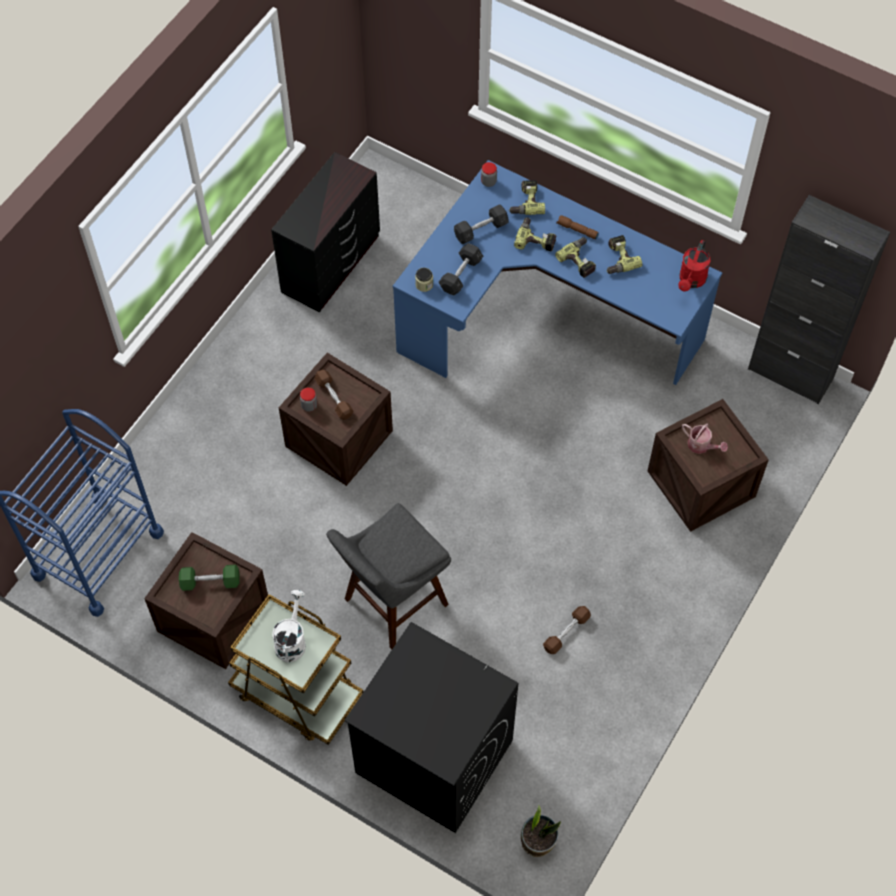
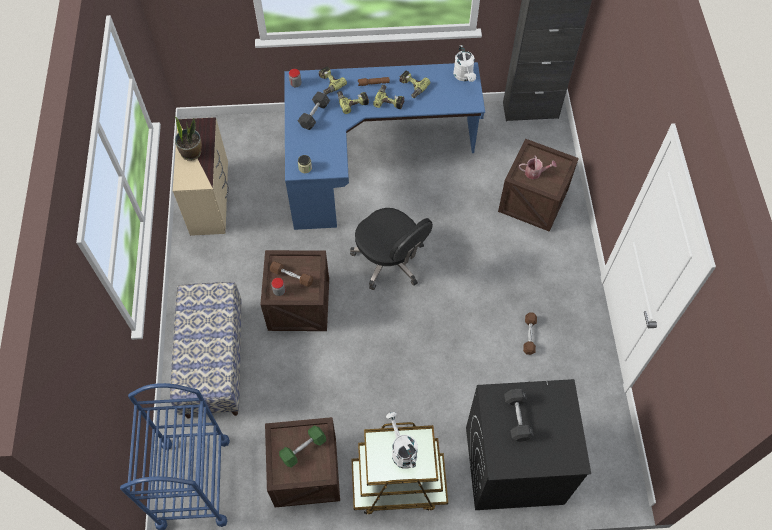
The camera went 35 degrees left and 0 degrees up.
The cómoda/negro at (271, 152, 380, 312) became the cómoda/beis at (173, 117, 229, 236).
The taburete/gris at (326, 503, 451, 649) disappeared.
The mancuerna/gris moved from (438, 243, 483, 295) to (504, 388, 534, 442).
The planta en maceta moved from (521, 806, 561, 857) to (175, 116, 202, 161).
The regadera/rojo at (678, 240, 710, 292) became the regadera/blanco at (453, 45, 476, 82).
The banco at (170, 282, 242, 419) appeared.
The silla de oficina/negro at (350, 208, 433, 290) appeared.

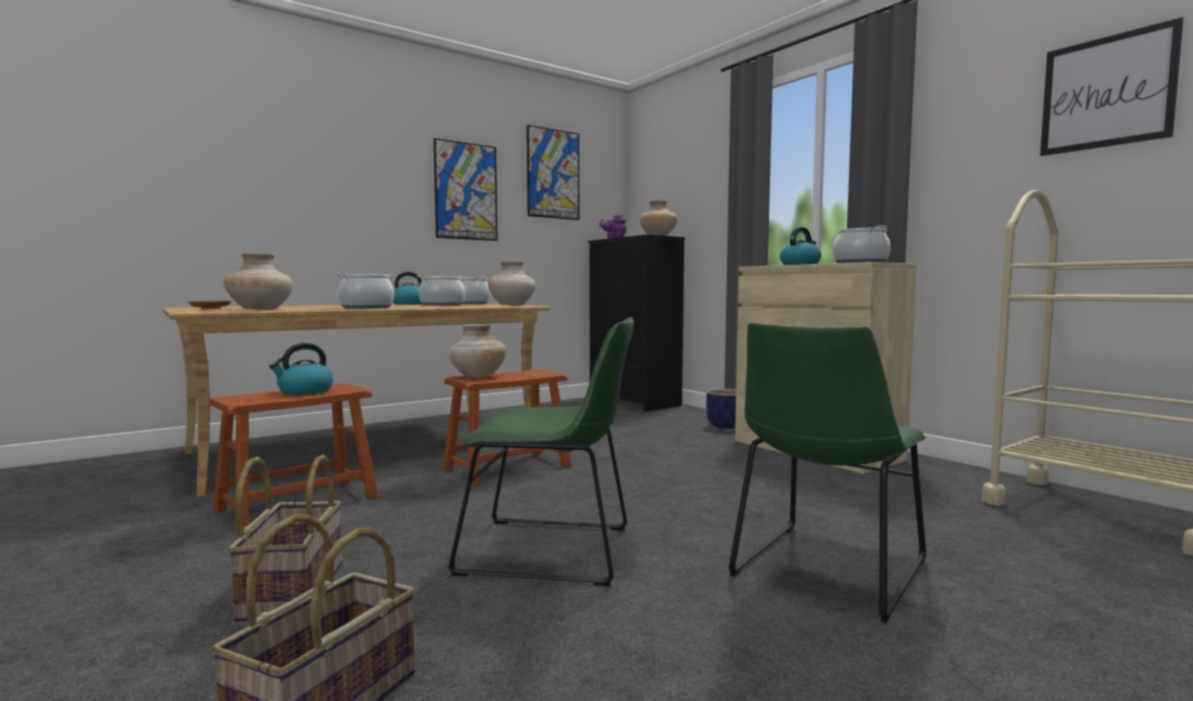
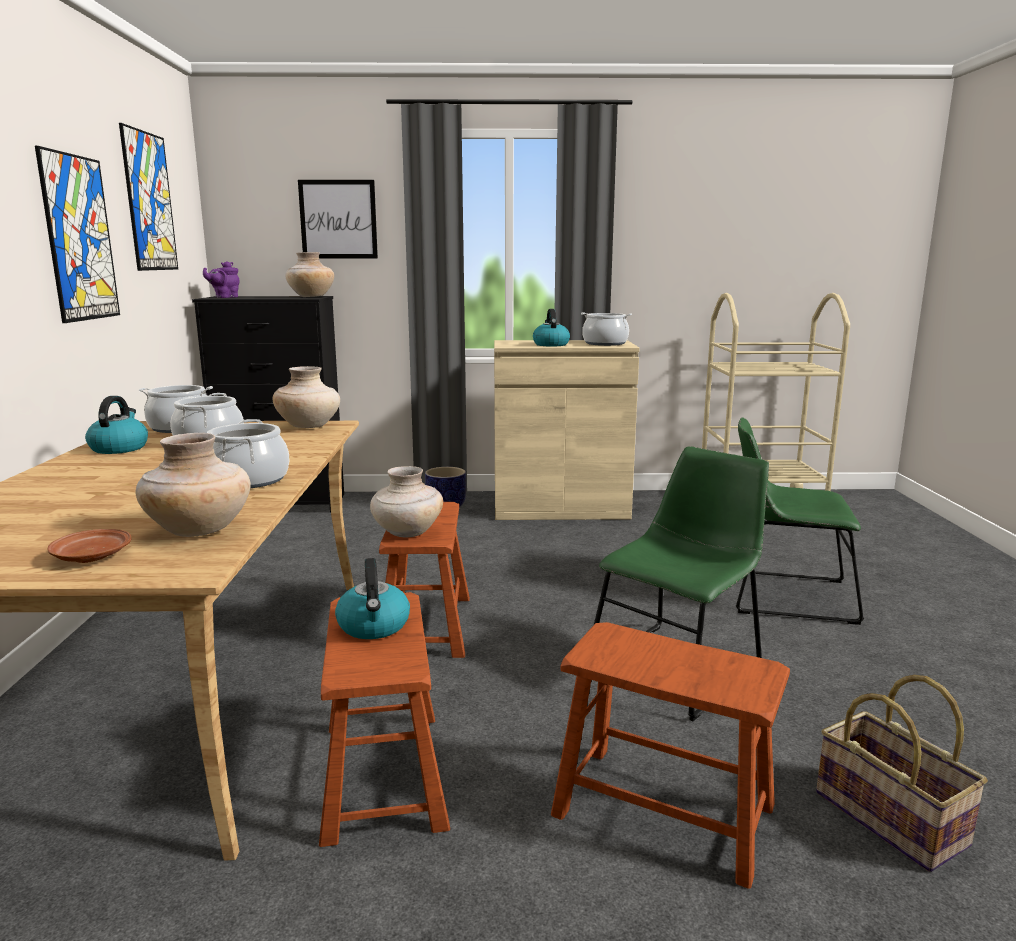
The camera went 55 degrees left and 10 degrees up.
The cesta at (227, 455, 342, 622) was replaced by the taburete/marrón at (551, 622, 790, 889).
The silla/verde at (728, 323, 927, 623) turned 120 degrees clockwise.
The cuadro moved from (1040, 17, 1184, 156) to (298, 180, 378, 259).

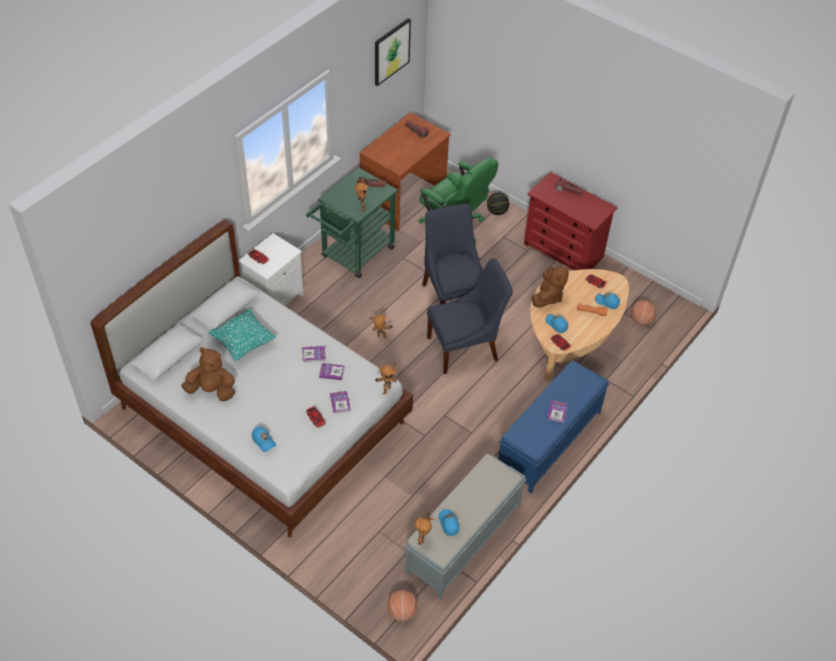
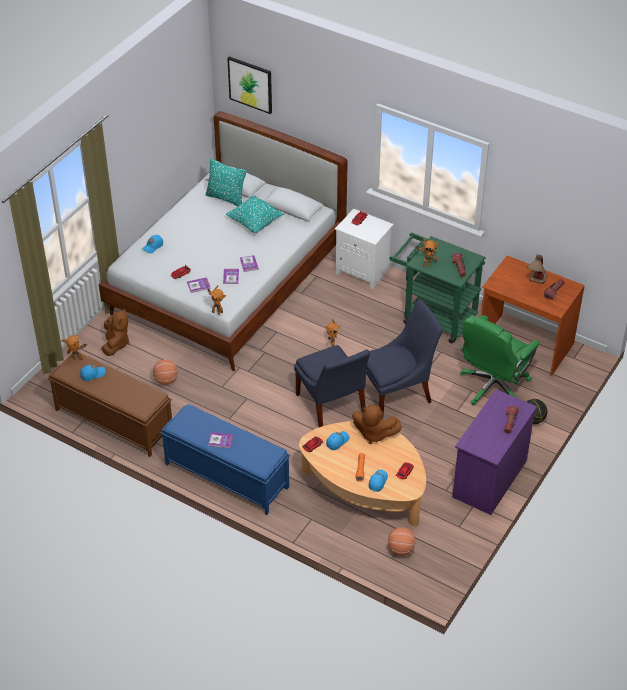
The camera went 85 degrees right and 5 degrees down.
The peluche/marrón moved from (181, 348, 235, 401) to (101, 308, 130, 356).
The cuadro moved from (375, 18, 411, 86) to (227, 56, 272, 114).
The balón de baloncesto moved from (387, 590, 417, 621) to (153, 360, 178, 385).
The banco/gris at (404, 454, 526, 599) became the banco/marrón at (48, 352, 172, 457).
The cómoda/rojo at (524, 172, 617, 270) became the cómoda/morado at (452, 389, 537, 515).
The cojín/turquesa at (205, 159, 247, 207) appeared.
The lámpara de mesa at (526, 255, 548, 284) appeared.

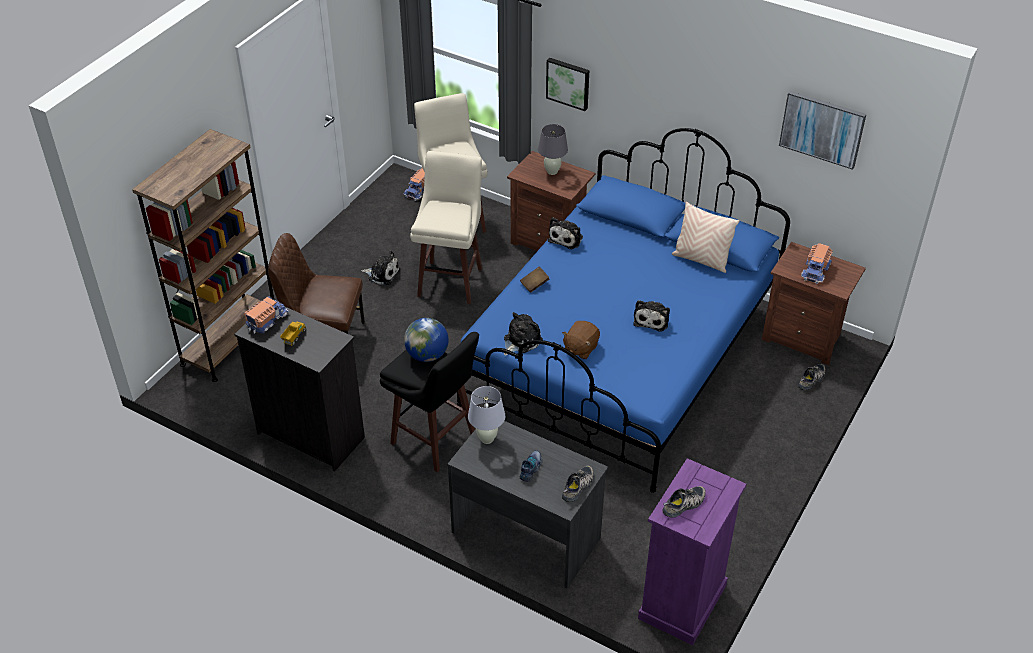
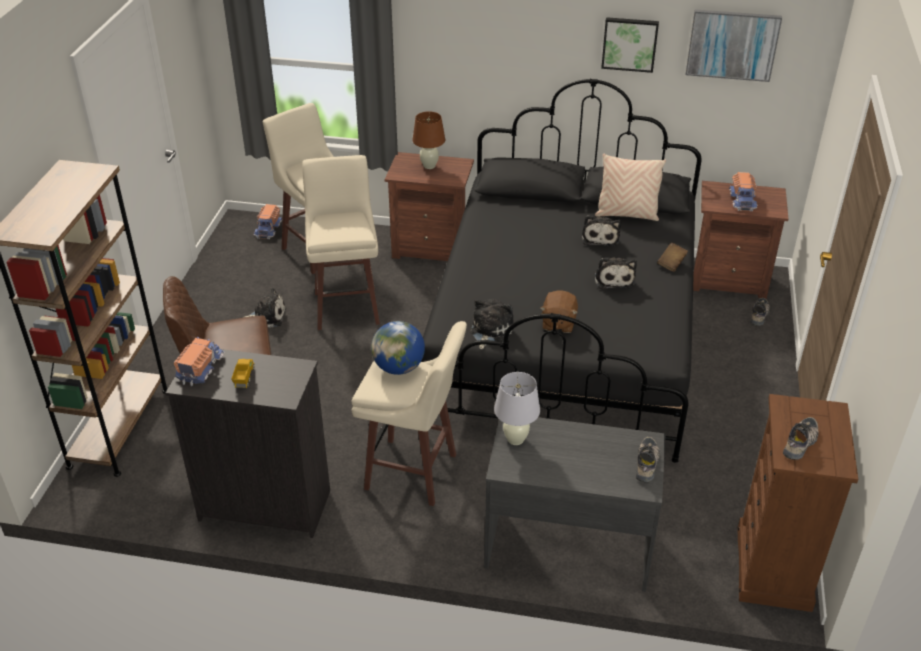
The camera went 20 degrees left and 5 degrees down.
The taburete/negro at (380, 332, 479, 473) became the taburete/beis at (352, 321, 467, 506).
The cama/azul at (457, 128, 790, 493) became the cama/negro at (421, 79, 702, 463).
The libro/marrón moved from (520, 267, 549, 293) to (657, 243, 688, 272).
The zapato at (520, 450, 542, 482) disappeared.
The lámpara de mesa/gris at (538, 124, 568, 175) became the lámpara de mesa/marrón at (412, 111, 445, 169).
The cuadro moved from (546, 58, 589, 111) to (601, 17, 659, 73).
The peluche moved from (548, 218, 583, 249) to (582, 215, 621, 247).
The cómoda/morado at (638, 458, 746, 645) became the cómoda/marrón at (738, 394, 858, 612).

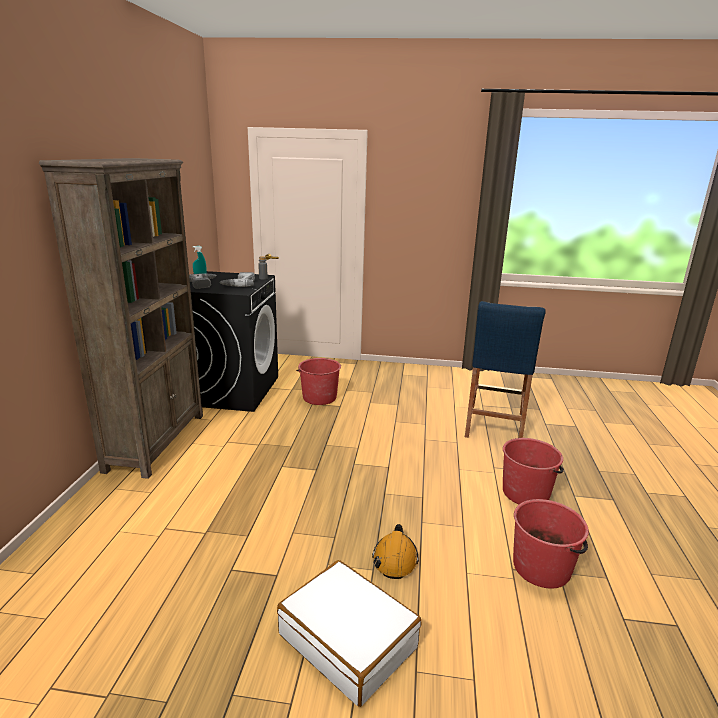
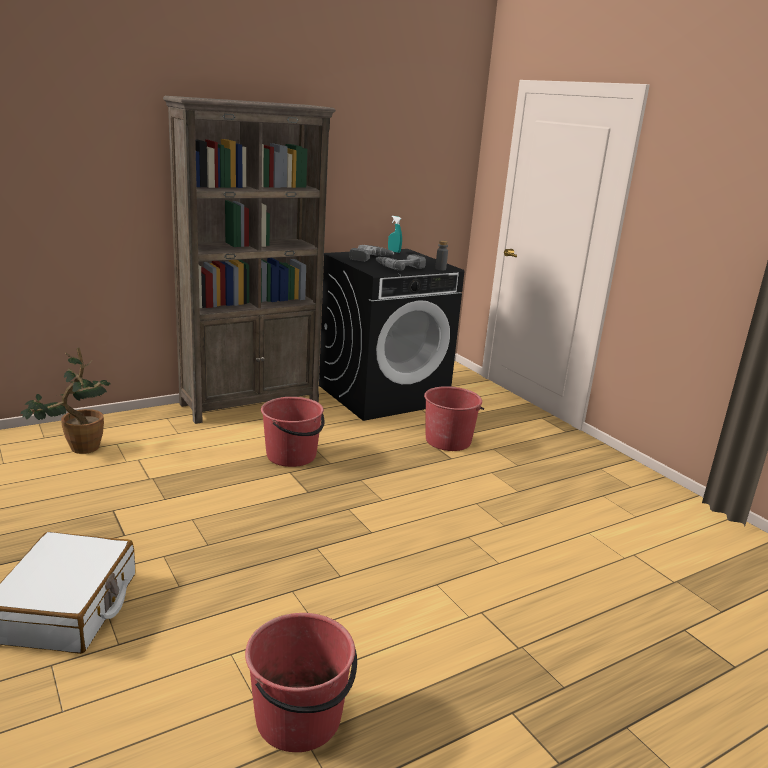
The camera went 50 degrees right and 0 degrees up.
The casco/naranja at (372, 524, 419, 579) disappeared.
The taburete/azul at (465, 301, 546, 438) disappeared.
The cubo/rojo moved from (503, 438, 564, 504) to (261, 397, 325, 467).
The planta en maceta at (20, 348, 111, 454) appeared.

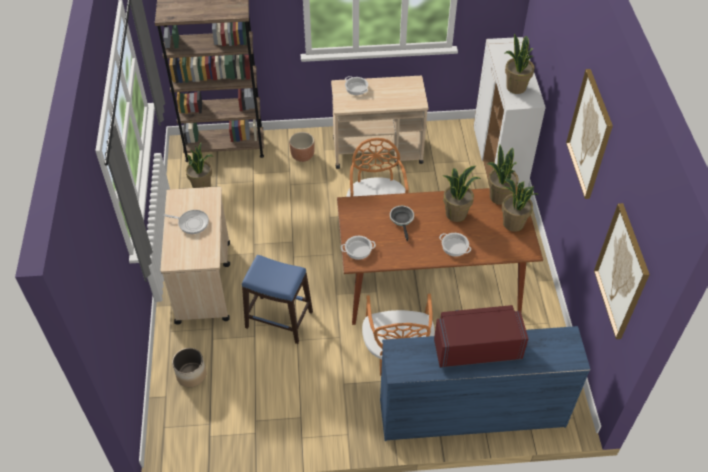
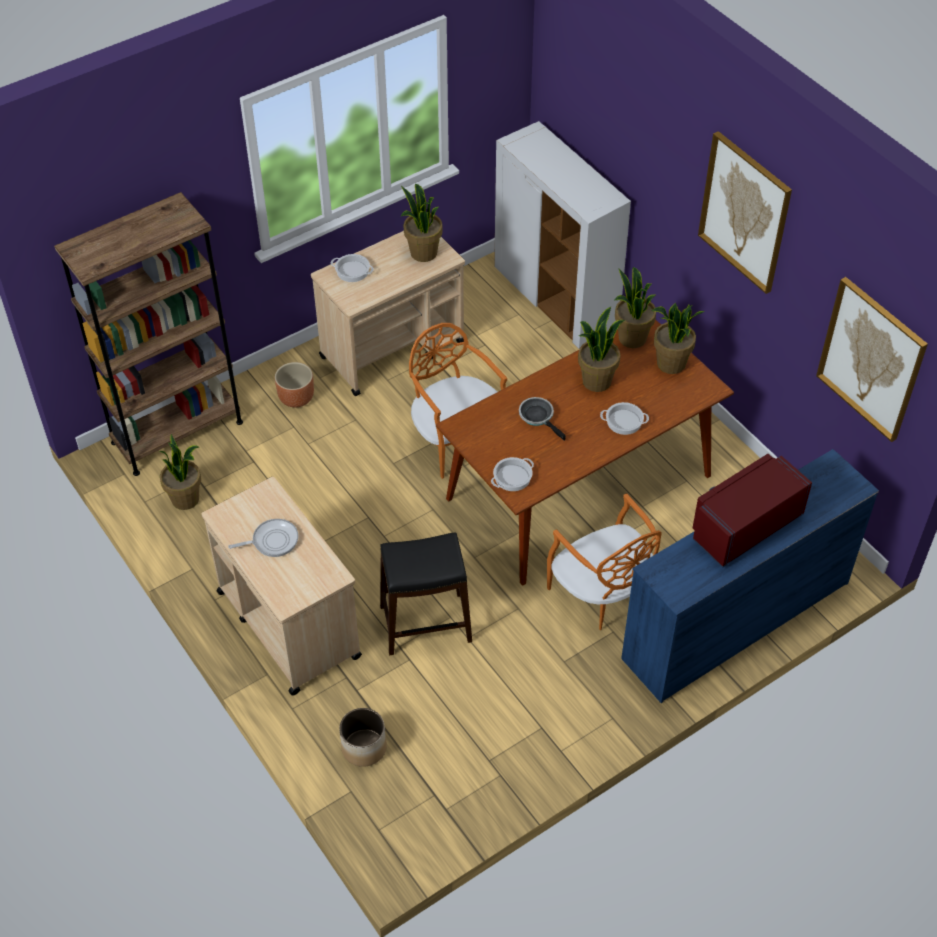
The camera went 30 degrees left and 0 degrees up.
The taburete/azul at (242, 255, 313, 344) became the taburete/negro at (380, 533, 472, 656).
The planta en maceta moved from (505, 33, 535, 94) to (401, 184, 443, 262).

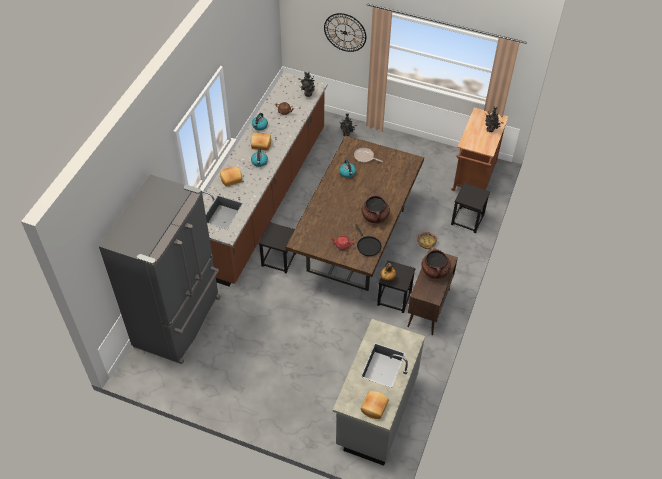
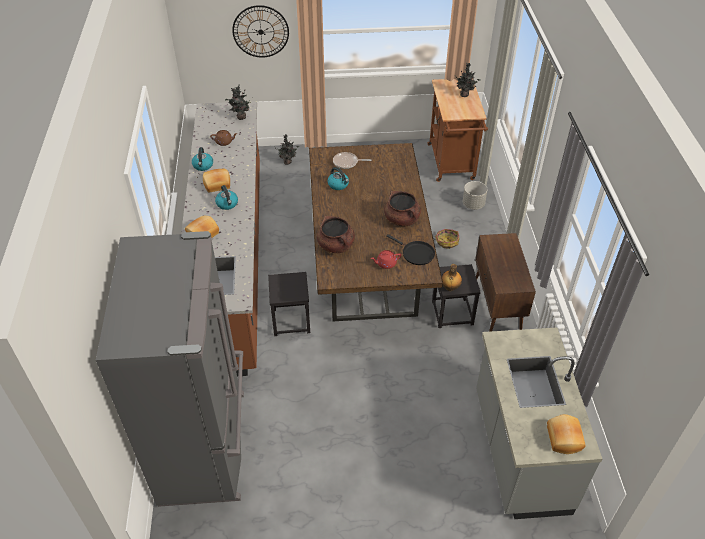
The camera went 25 degrees left and 5 degrees down.
The olla/marrón moved from (422, 248, 451, 279) to (317, 216, 355, 253).
The taburete/negro at (451, 183, 490, 233) was replaced by the maceta/gris at (463, 181, 488, 210).

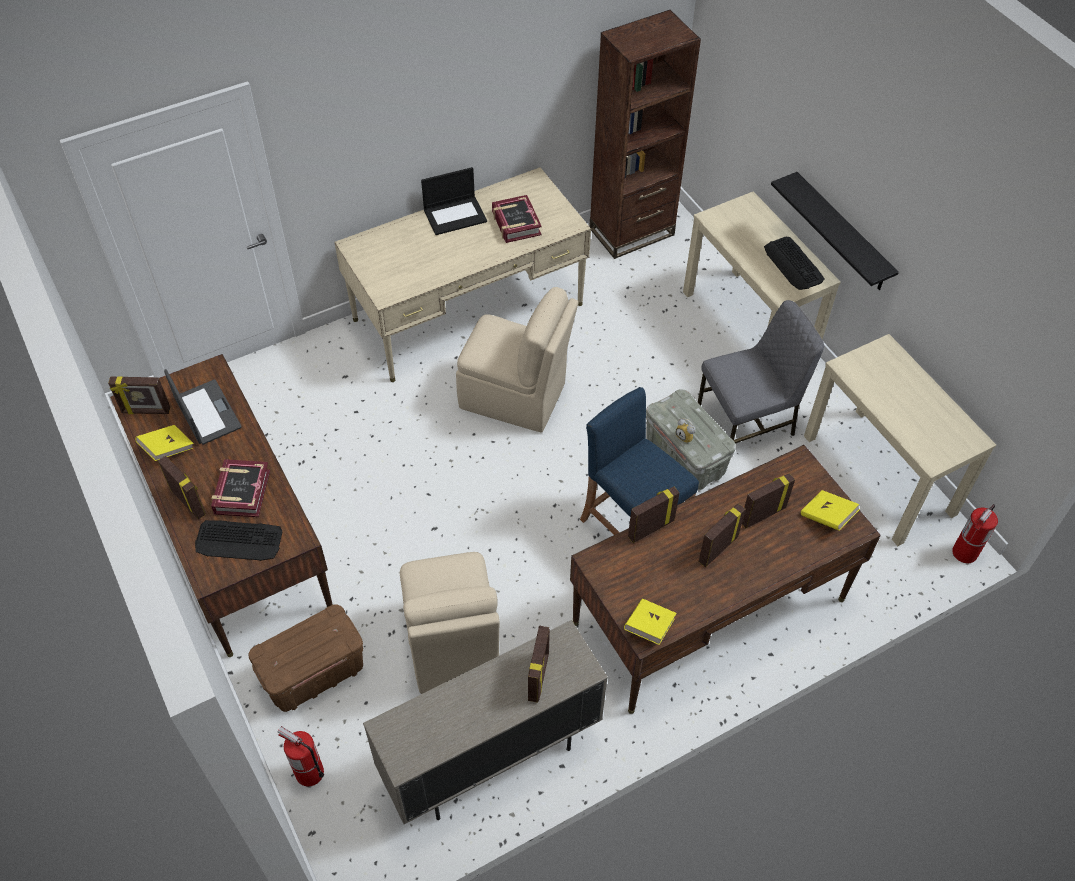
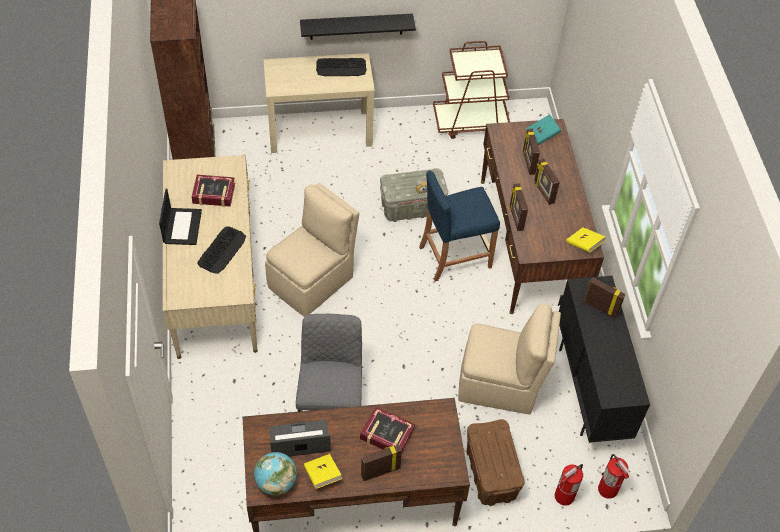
The camera went 70 degrees left and 0 degrees up.
The portarretratos at (108, 376, 170, 414) was replaced by the globo terráqueo at (254, 452, 297, 496).
The teclado moved from (195, 520, 283, 561) to (197, 226, 246, 274).
The armario/beis at (363, 620, 608, 824) became the armario/negro at (558, 276, 650, 443).
The silla/gris moved from (698, 300, 824, 444) to (296, 314, 362, 412).
The libro/amarillo at (801, 490, 860, 531) became the libro/turquesa at (526, 114, 561, 145).
The mesa consola/beis at (804, 334, 996, 546) was replaced by the carrito/marrón at (433, 41, 510, 139).
The extintor moved from (952, 504, 998, 563) to (598, 454, 630, 499).

